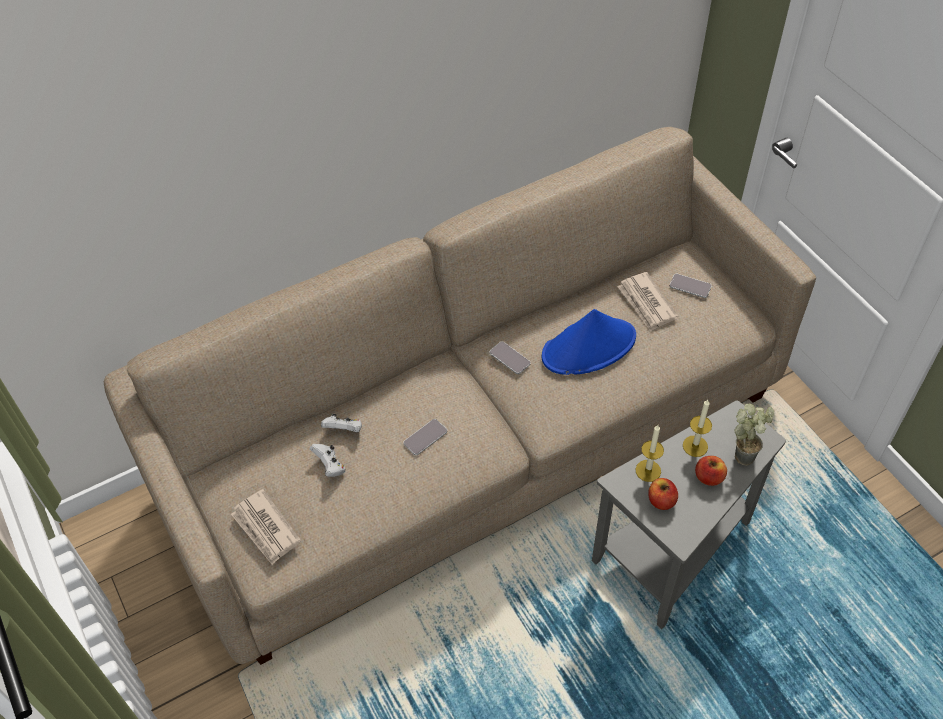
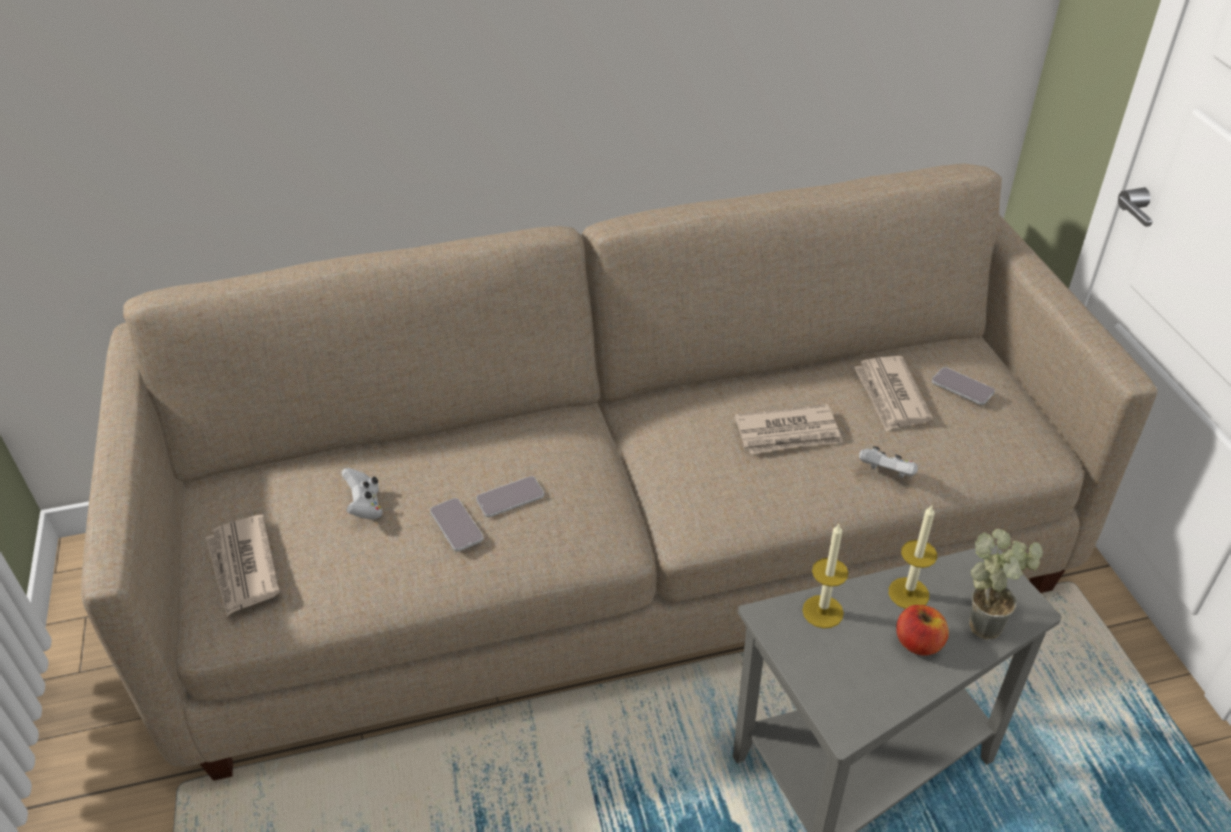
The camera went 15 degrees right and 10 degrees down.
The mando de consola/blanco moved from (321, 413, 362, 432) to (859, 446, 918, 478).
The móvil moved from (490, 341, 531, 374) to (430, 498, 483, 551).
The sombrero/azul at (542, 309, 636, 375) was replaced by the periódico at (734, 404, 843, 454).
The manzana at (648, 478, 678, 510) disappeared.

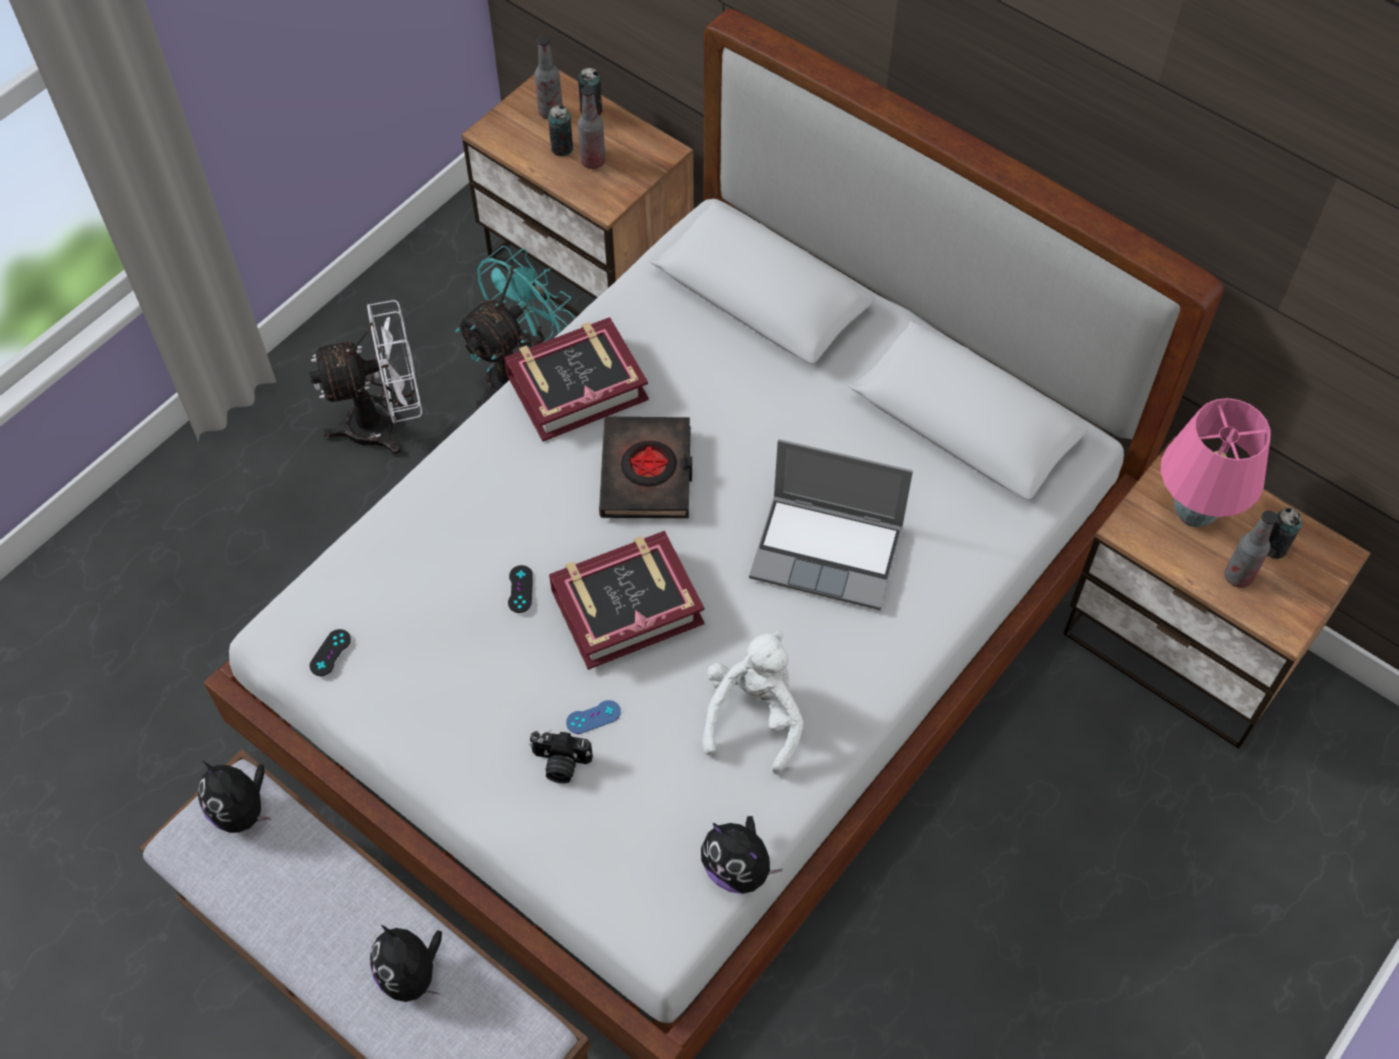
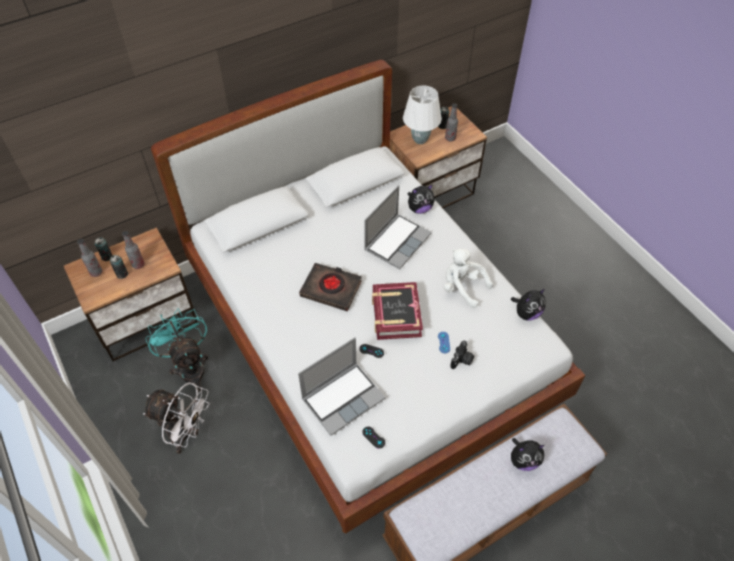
The camera went 70 degrees left and 5 degrees down.
The peluche moved from (198, 761, 271, 833) to (408, 185, 435, 214).
The ventilador/blanco at (309, 300, 422, 456) turned 105 degrees clockwise.
The libro at (504, 317, 649, 441) disappeared.
The lámpara de mesa/rosa at (1161, 398, 1271, 527) became the lámpara de mesa/blanco at (403, 86, 442, 144).
The portátil at (298, 337, 385, 436) appeared.

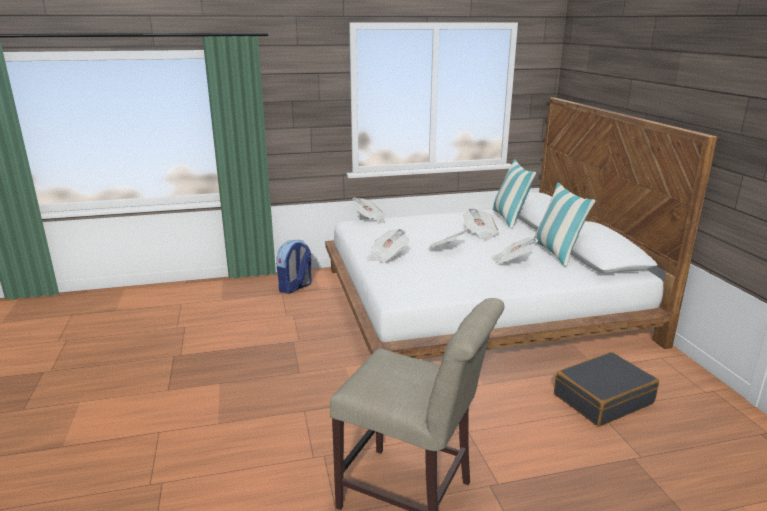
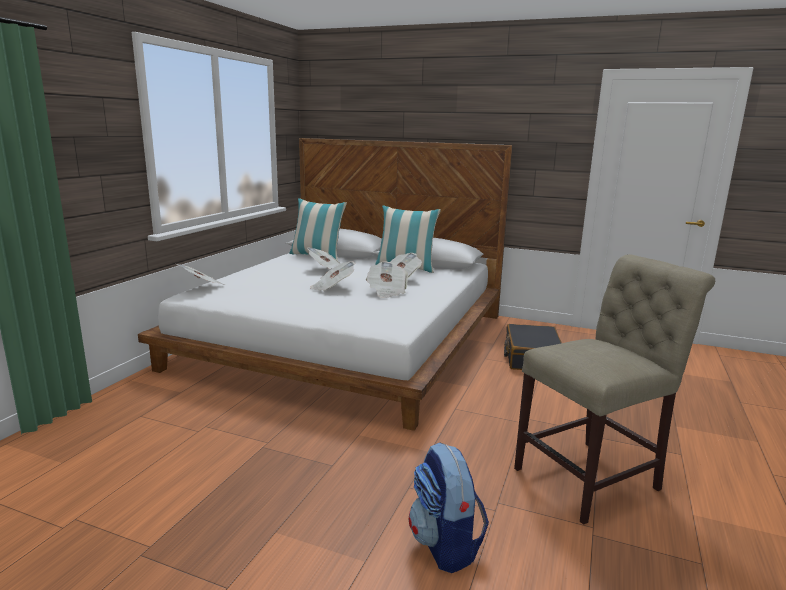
The camera went 55 degrees left and 5 degrees down.
The mochila moved from (276, 240, 312, 294) to (409, 443, 489, 573).
The periódico moved from (367, 229, 409, 262) to (366, 261, 408, 298).

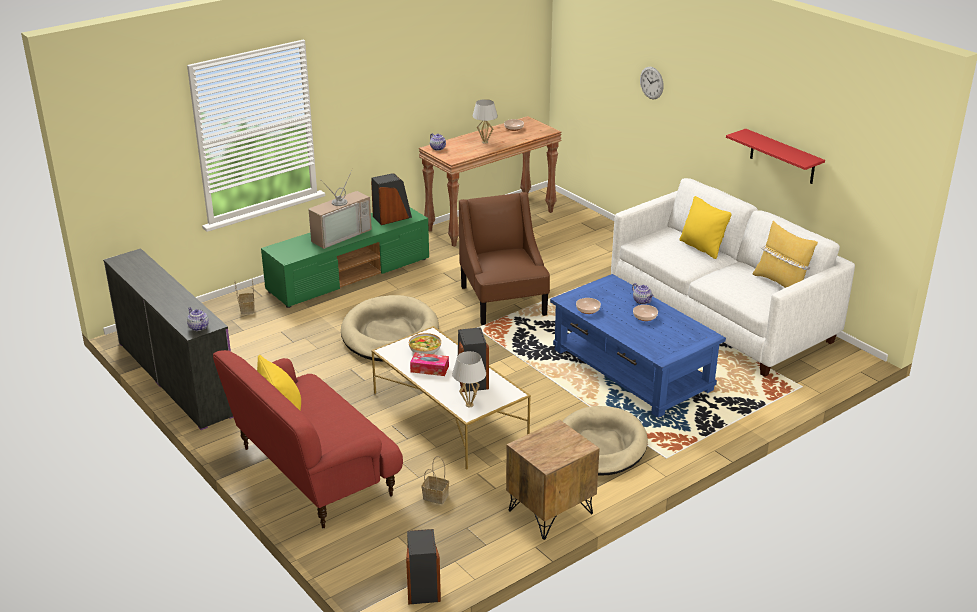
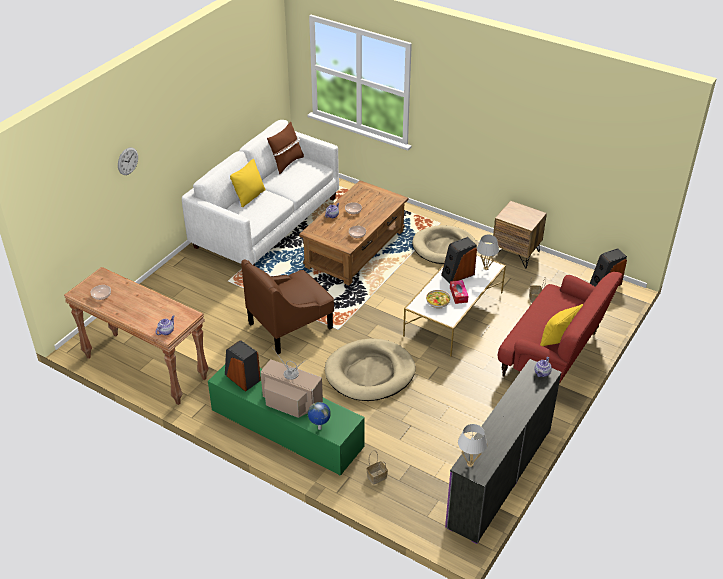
The camera went 110 degrees left and 10 degrees up.
The lámpara de mesa/blanco moved from (472, 99, 498, 144) to (458, 424, 487, 467).
The mesa de centro/azul at (550, 274, 726, 418) became the mesa de centro/marrón at (299, 180, 409, 285).
The estante/rojo at (726, 129, 825, 184) disappeared.
The cojín/amarillo at (753, 221, 818, 288) became the cojín/marrón at (267, 122, 304, 175).
The globo terráqueo at (308, 402, 331, 430) appeared.

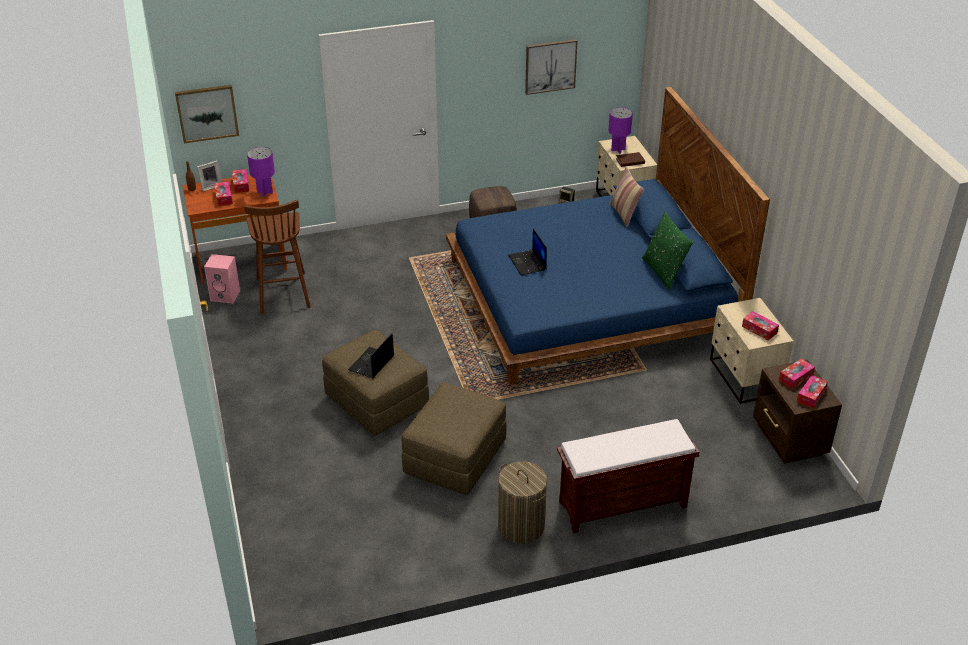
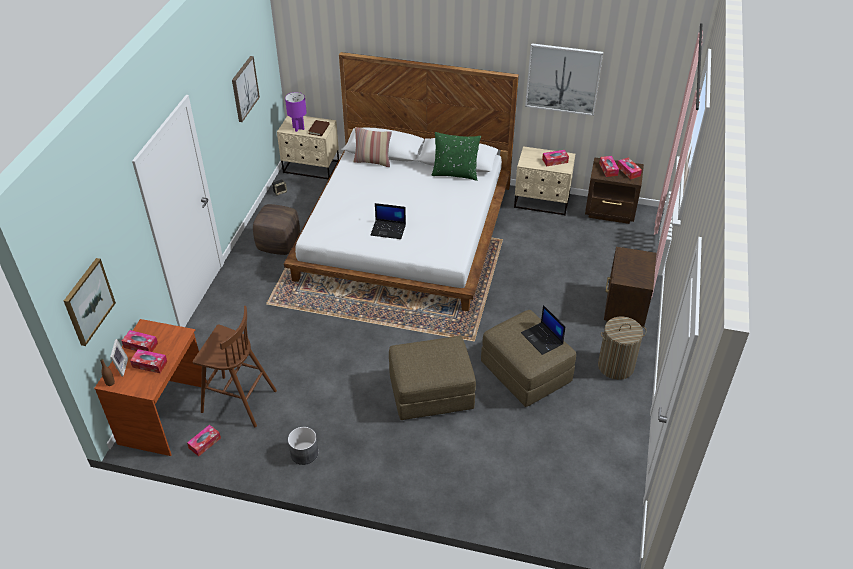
The camera went 60 degrees left and 5 degrees up.
The altavoz/rosa at (204, 254, 240, 303) was replaced by the caja de pañuelos at (187, 425, 221, 456).
The lámpara de mesa/morado at (247, 147, 275, 197) disappeared.
The portátil moved from (348, 333, 394, 378) to (521, 305, 565, 355).
The cama/azul at (446, 87, 770, 385) became the cama/blanco at (284, 52, 519, 311).
The banco/marrón at (557, 419, 699, 534) was replaced by the mesita de noche/marrón at (604, 247, 656, 327).
The maceta/gris at (288, 427, 318, 465) appeared.
The cuadro at (525, 43, 603, 116) appeared.

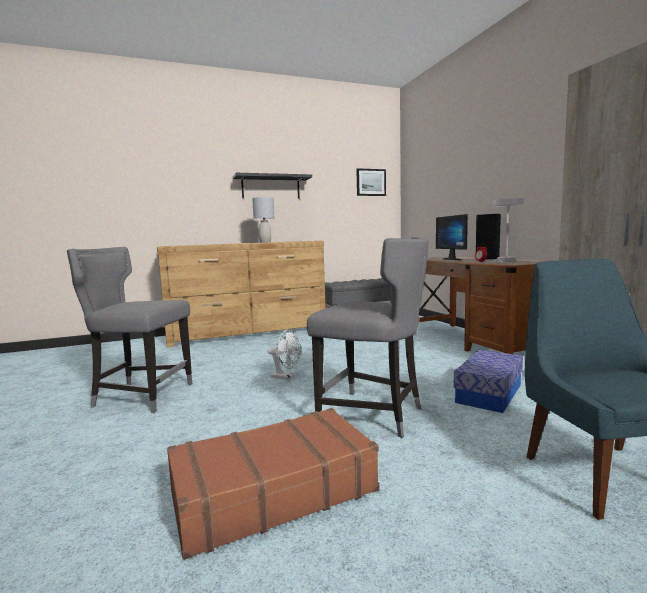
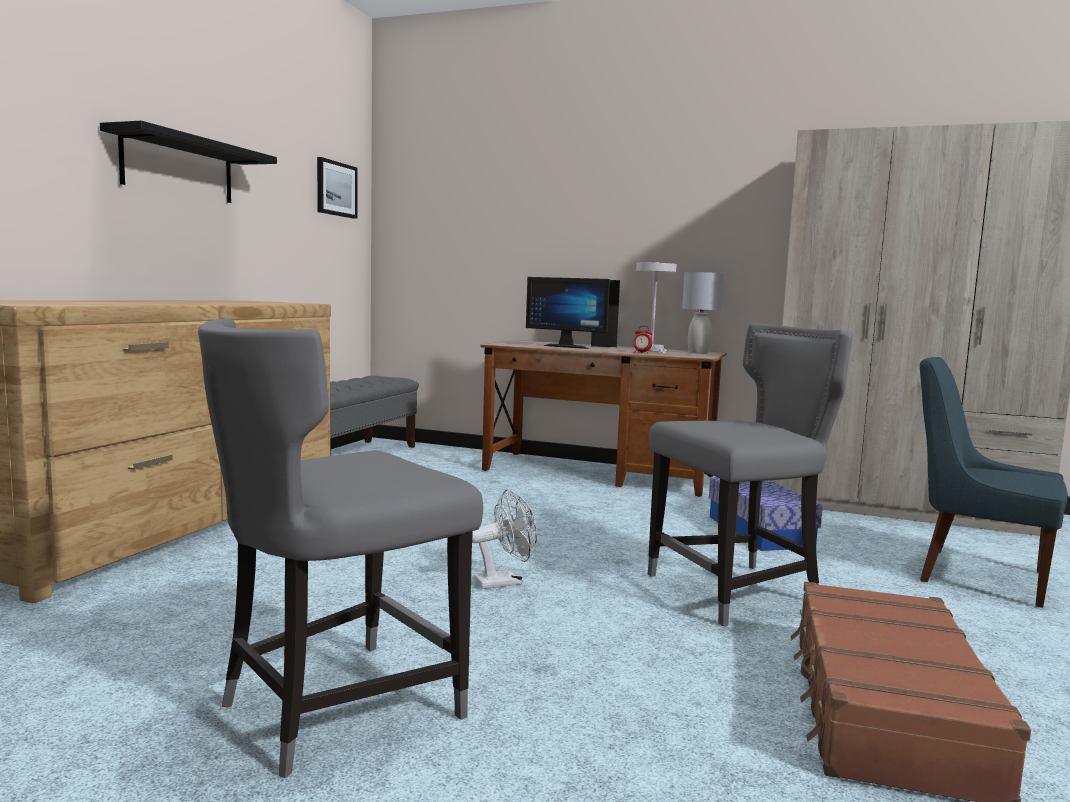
The camera went 50 degrees left and 0 degrees up.
The lámpara de mesa/gris moved from (252, 197, 274, 243) to (682, 272, 724, 354).

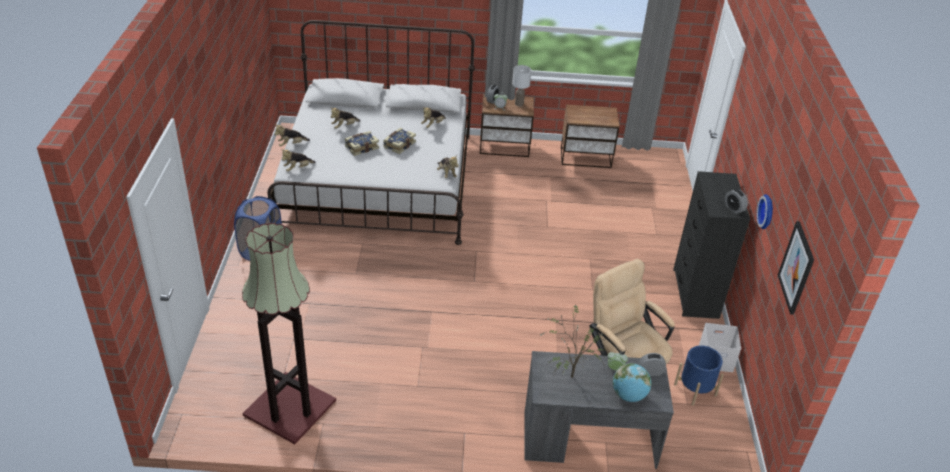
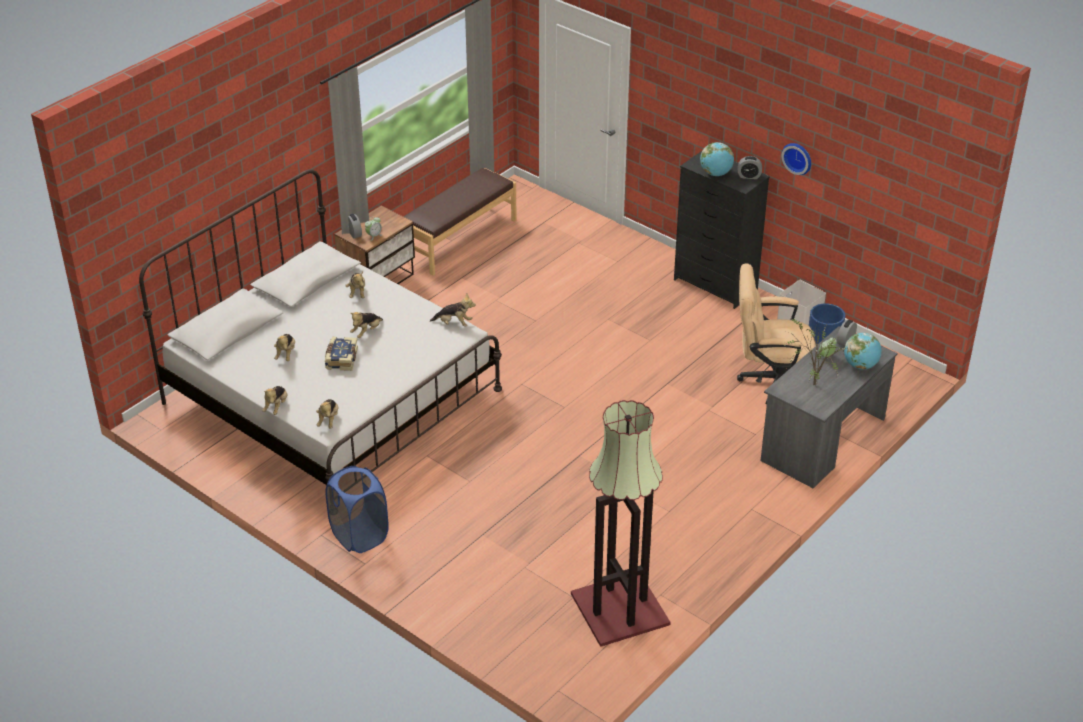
The camera went 50 degrees left and 0 degrees up.
The libro at (383, 128, 416, 154) was replaced by the peluche at (350, 312, 383, 338).
The lámpara de mesa/blanco at (512, 65, 531, 106) disappeared.
The mesita de noche at (561, 104, 620, 168) was replaced by the banco/marrón at (404, 168, 517, 276).
The cuadro at (778, 221, 814, 315) disappeared.
The globo terráqueo at (700, 142, 734, 176) appeared.

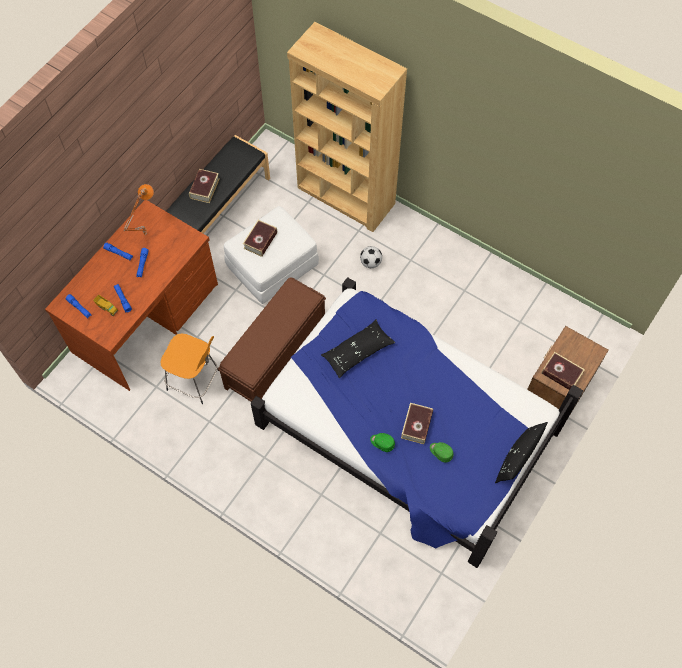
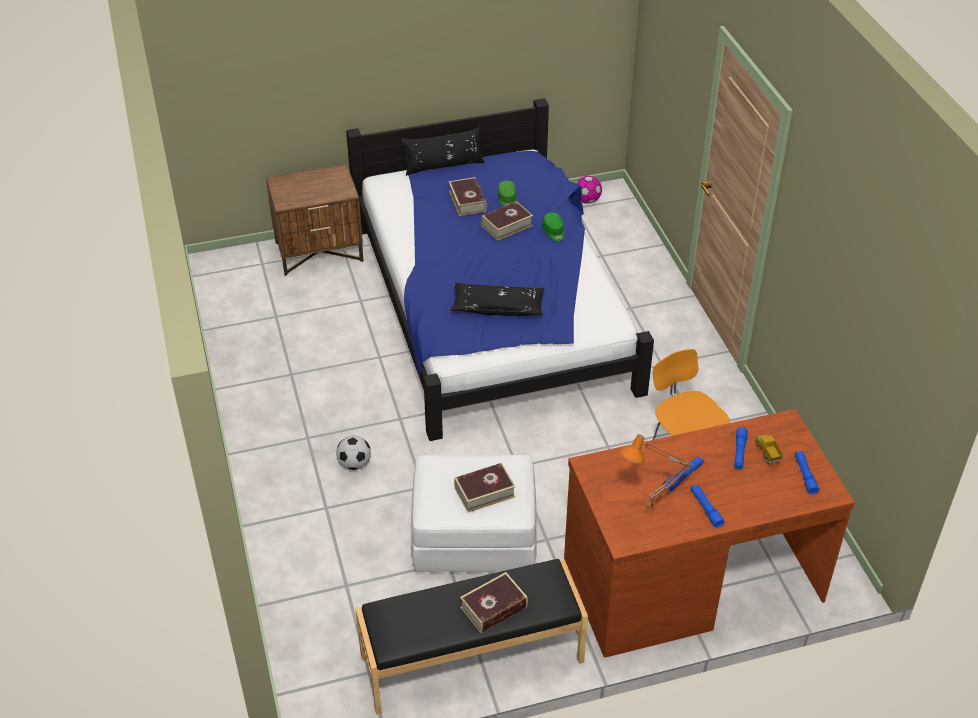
The camera went 140 degrees left and 20 degrees down.
The banco/marrón at (218, 277, 326, 402) disappeared.
The estantería/marrón at (287, 22, 407, 232) disappeared.
The libro moved from (541, 352, 585, 390) to (449, 177, 487, 216).
The balón de fútbol at (576, 176, 602, 204) appeared.

